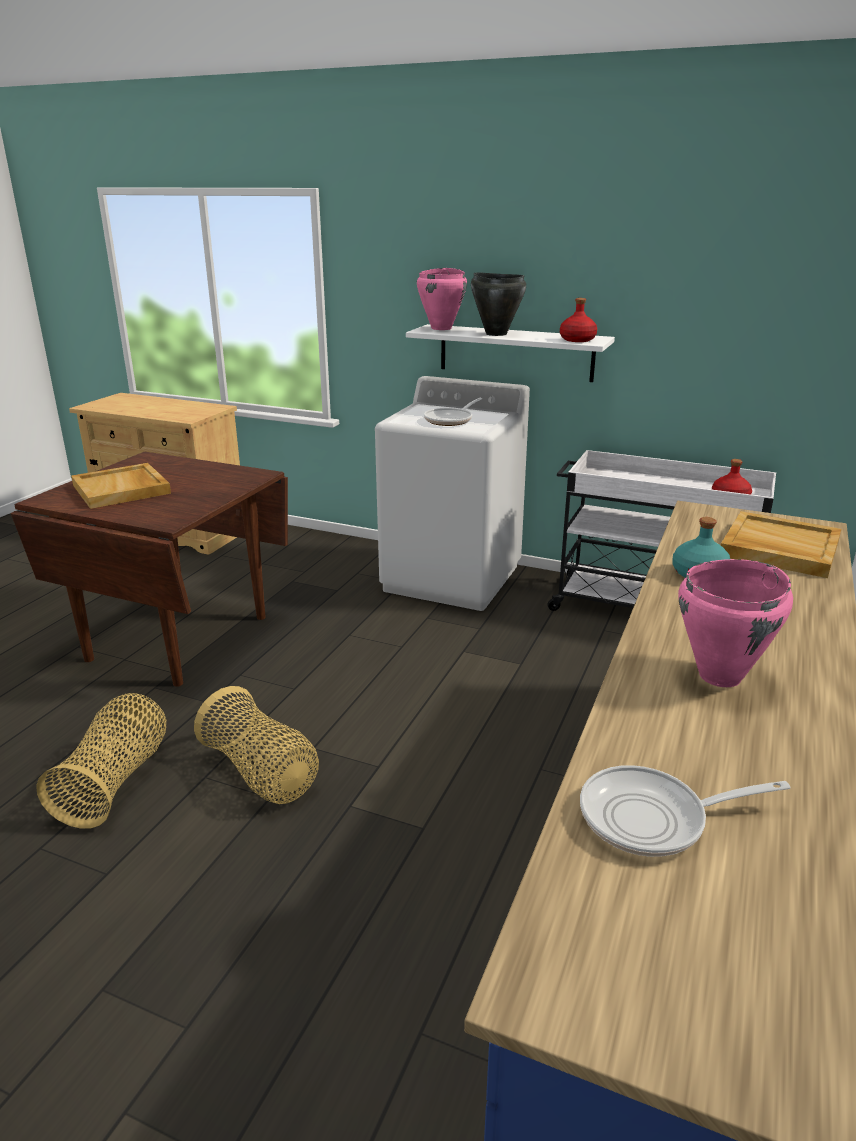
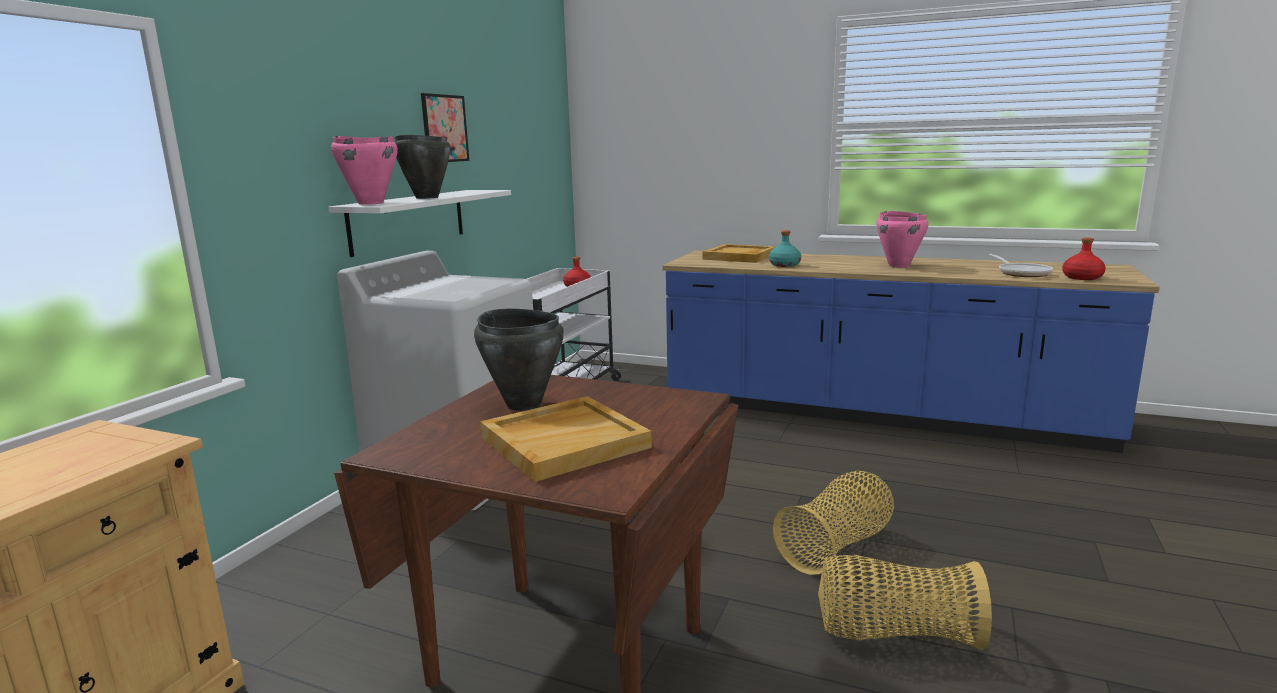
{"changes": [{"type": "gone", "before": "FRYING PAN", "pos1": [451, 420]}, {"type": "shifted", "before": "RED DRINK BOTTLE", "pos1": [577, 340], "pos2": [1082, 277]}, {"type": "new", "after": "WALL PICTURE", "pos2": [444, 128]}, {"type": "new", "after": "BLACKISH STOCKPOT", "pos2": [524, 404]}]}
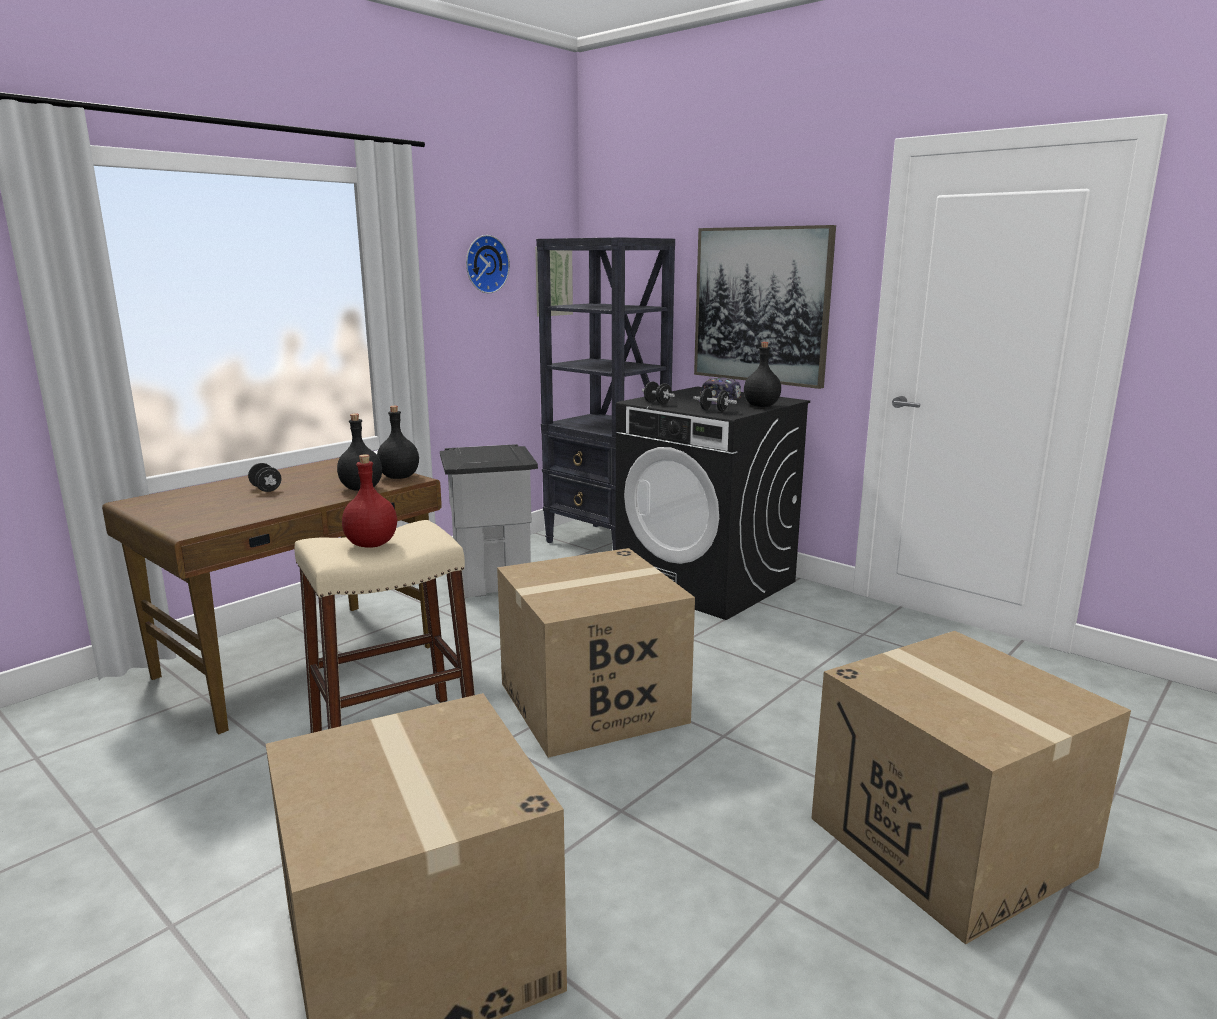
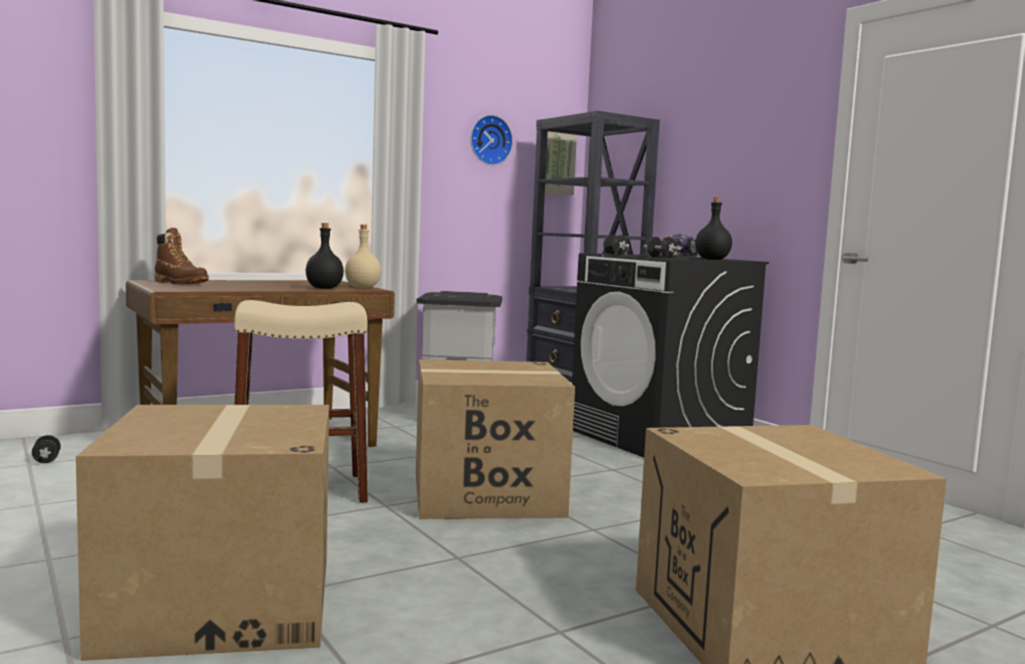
{"changes": [{"type": "shifted", "before": "BLACKISH DUMBBELL", "pos1": [266, 489], "pos2": [46, 460]}, {"type": "gone", "before": "RED DRINK BOTTLE", "pos1": [372, 544]}, {"type": "repainted", "before": "BLACKISH DRINK BOTTLE", "after": "SAND-COLOURED DRINK BOTTLE", "pos1": [398, 477], "pos2": [362, 287]}, {"type": "gone", "before": "WALL PICTURE", "pos1": [761, 305]}, {"type": "new", "after": "BROWN BOOT", "pos2": [181, 283]}]}
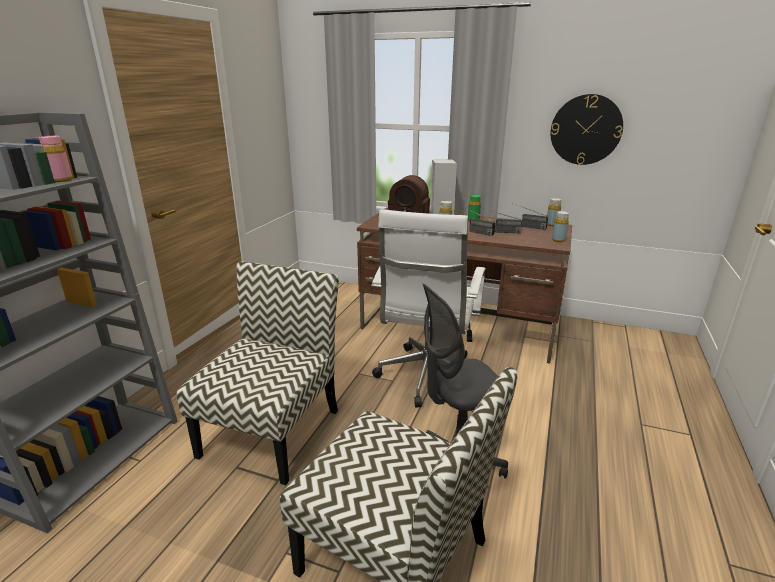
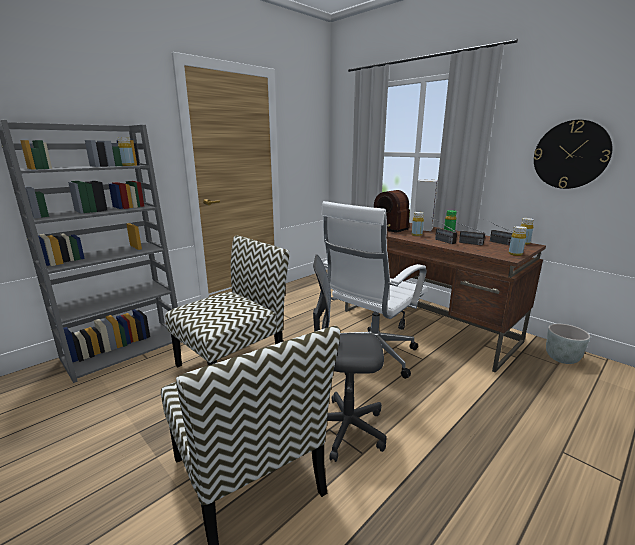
{"changes": [{"type": "repainted", "before": "PINKISH DRINK BOTTLE", "after": "YELLOW DRINK BOTTLE", "pos1": [61, 180], "pos2": [128, 165]}, {"type": "new", "after": "GREYISH PLANT POT", "pos2": [562, 359]}]}
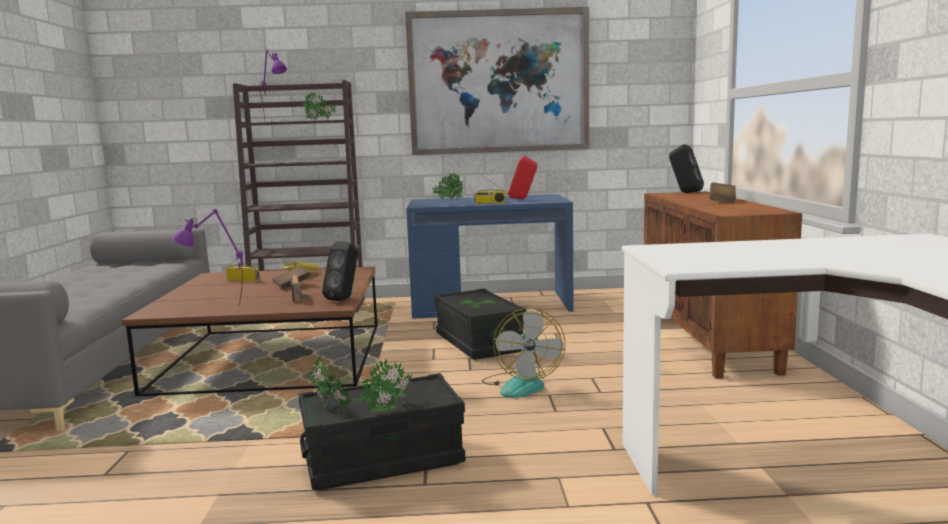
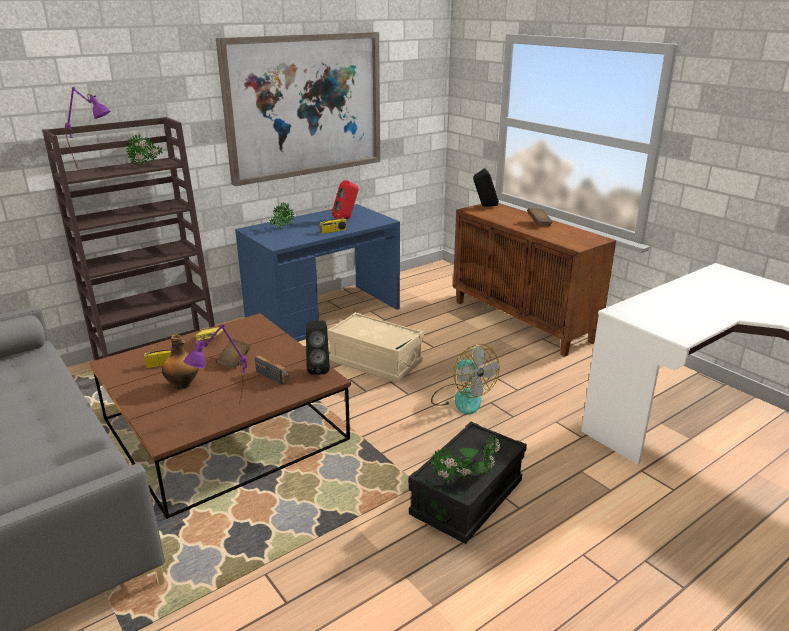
{"changes": [{"type": "repainted", "before": "BLACKISH STORAGE BIN", "after": "SAND-COLOURED STORAGE BIN", "pos1": [479, 342], "pos2": [375, 362]}, {"type": "new", "after": "DRINK BOTTLE", "pos2": [183, 385]}]}
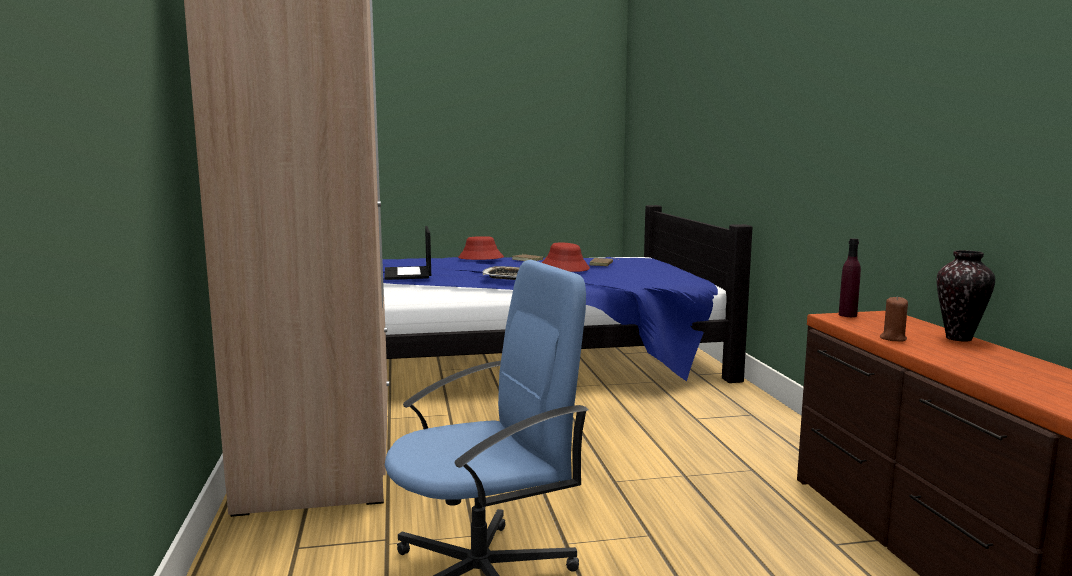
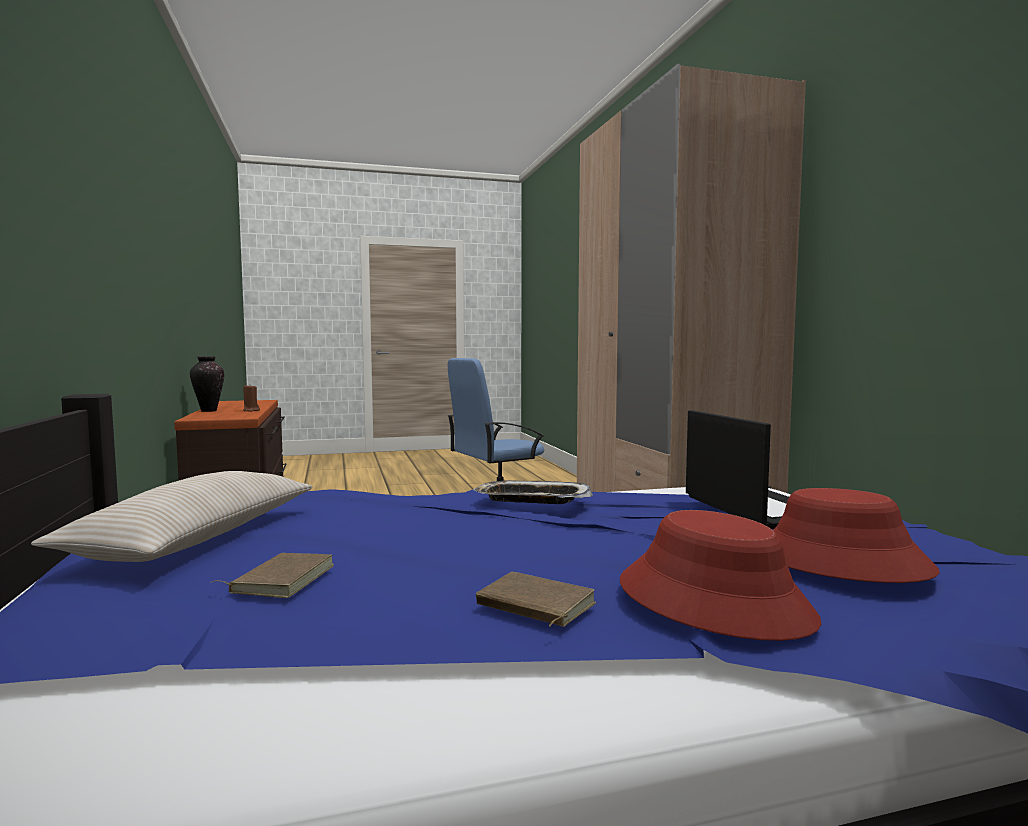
{"changes": [{"type": "shifted", "before": "RED CLOTHING HAT", "pos1": [565, 267], "pos2": [839, 562]}, {"type": "gone", "before": "PURPLISH DRINK BOTTLE", "pos1": [847, 315]}, {"type": "new", "after": "SAND-COLOURED CUSHION", "pos2": [196, 539]}]}
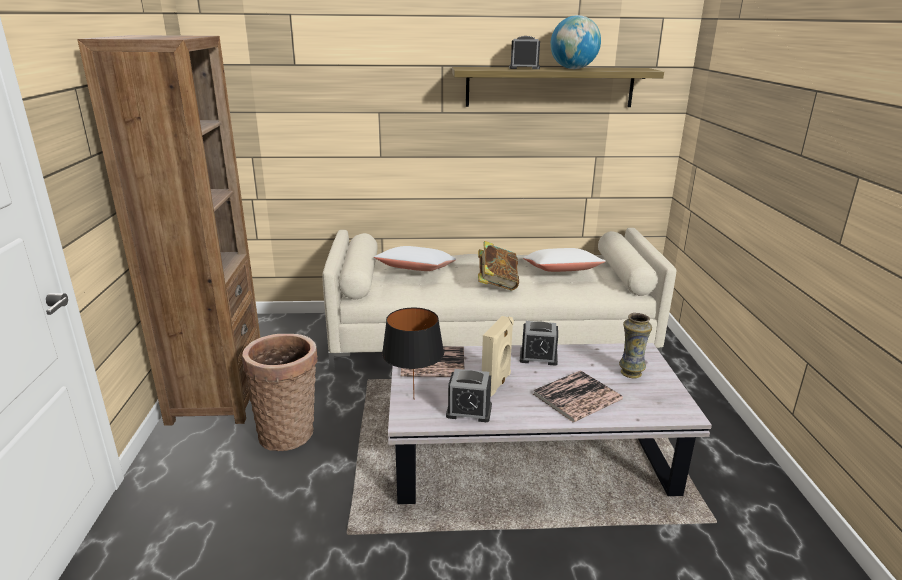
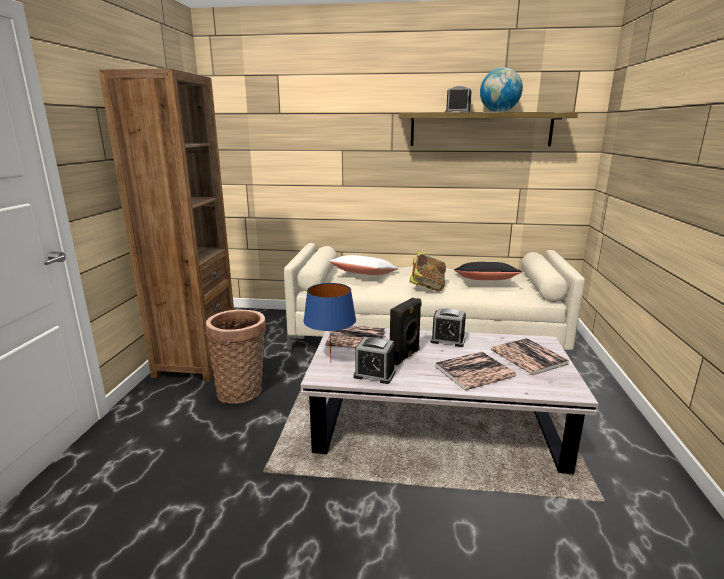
{"changes": [{"type": "repainted", "before": "BLACKISH LAMP FOR A TABLE", "after": "BLUE LAMP FOR A TABLE", "pos1": [413, 399], "pos2": [330, 362]}, {"type": "repainted", "before": "SAND-COLOURED SPEAKER", "after": "BLACKISH SPEAKER", "pos1": [497, 384], "pos2": [405, 356]}, {"type": "repainted", "before": "WHITE-COLOURED CUSHION", "after": "BLACKISH CUSHION", "pos1": [561, 272], "pos2": [485, 281]}, {"type": "swapped", "before": "DECORATIVE VASE", "after": "VOLUME", "pos1": [630, 372], "pos2": [528, 357]}]}
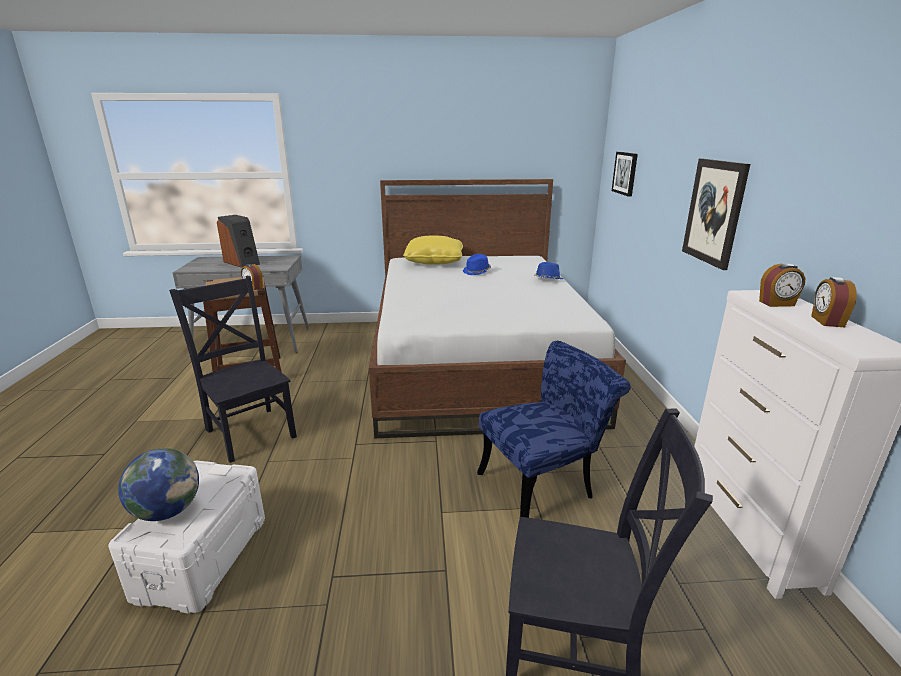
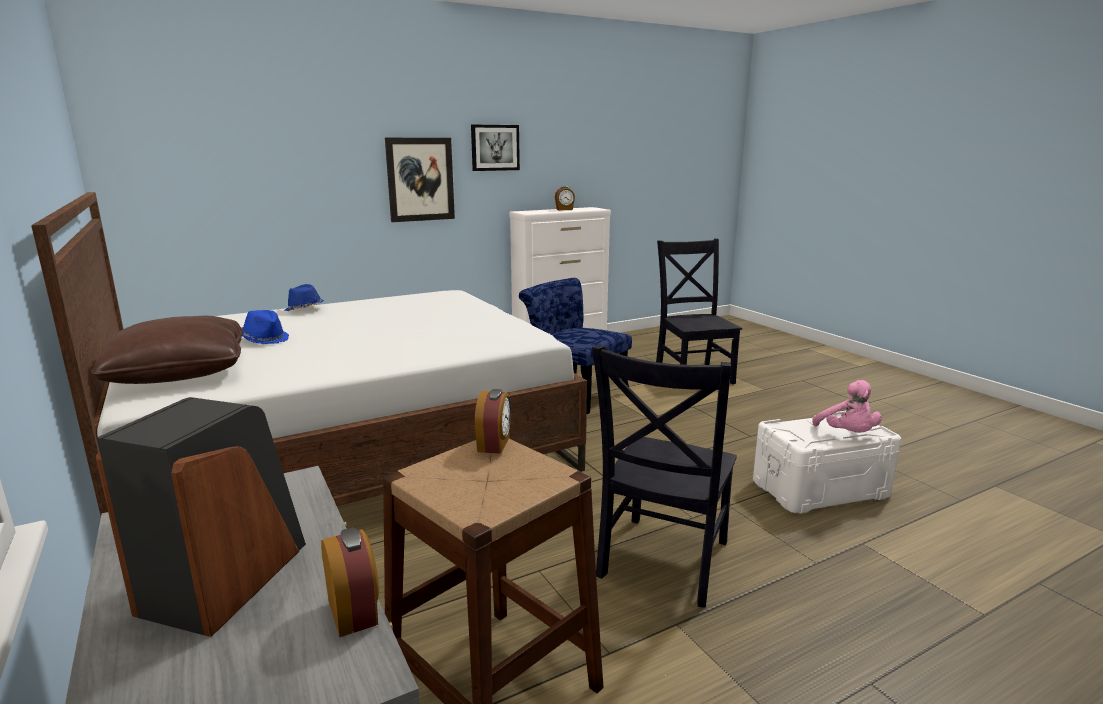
{"changes": [{"type": "swapped", "before": "DESK GLOBE", "after": "PINKISH SOFT TOY", "pos1": [167, 511], "pos2": [847, 434]}, {"type": "repainted", "before": "YELLOW CUSHION", "after": "BROWN CUSHION", "pos1": [434, 261], "pos2": [180, 372]}, {"type": "shifted", "before": "WALL PICTURE", "pos1": [625, 173], "pos2": [495, 147]}, {"type": "shifted", "before": "ALARM CLOCK", "pos1": [777, 304], "pos2": [354, 612]}]}
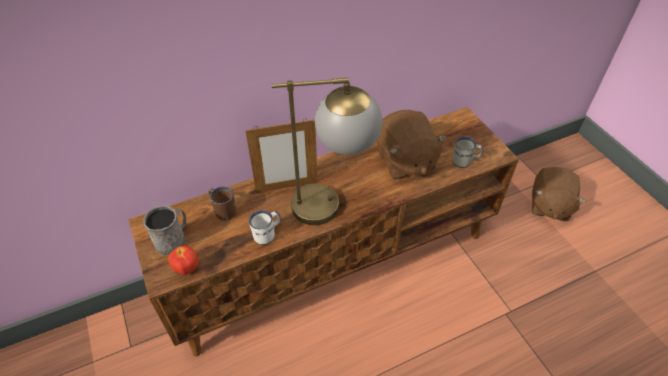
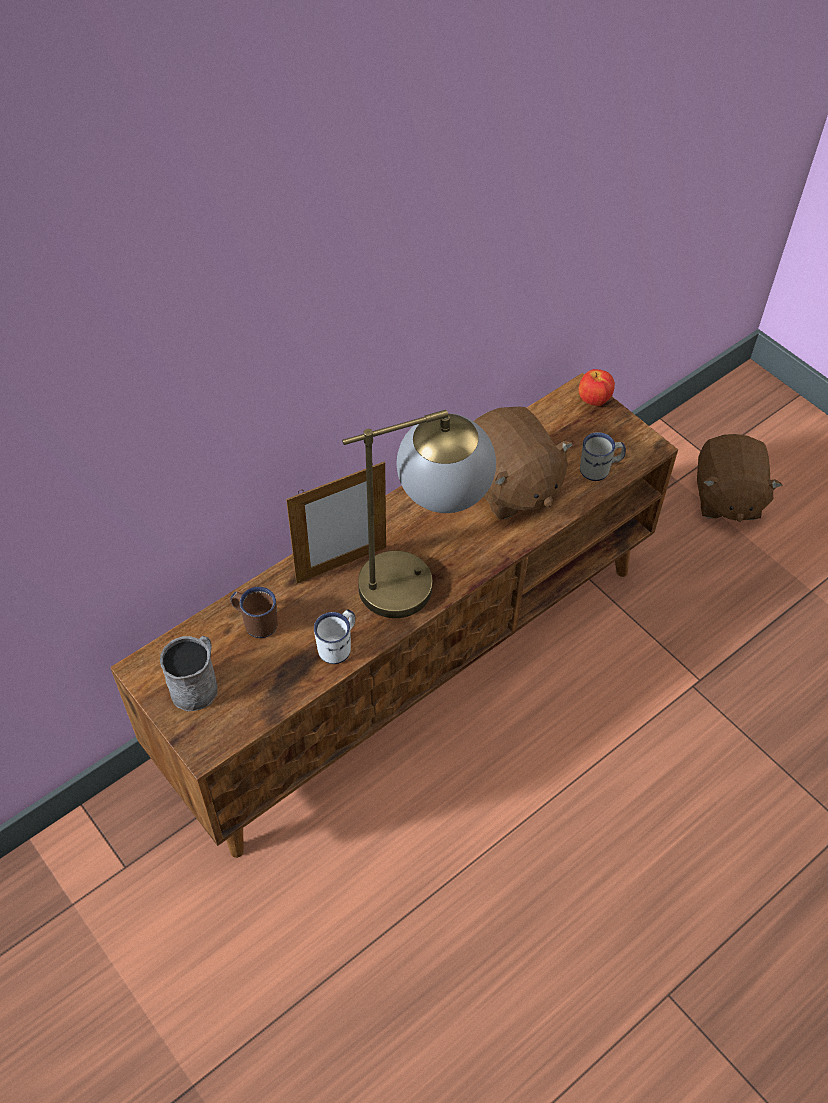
{"changes": [{"type": "shifted", "before": "WHOLE APPLE", "pos1": [186, 269], "pos2": [593, 401]}]}
